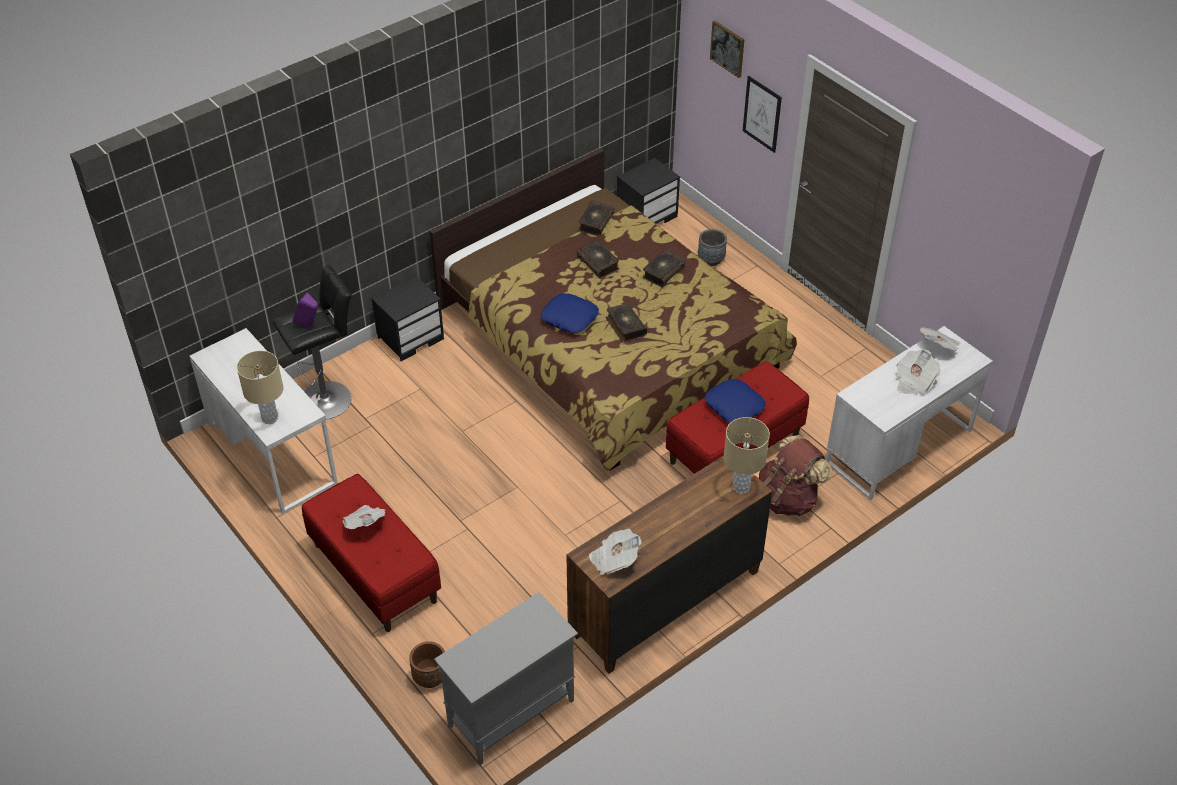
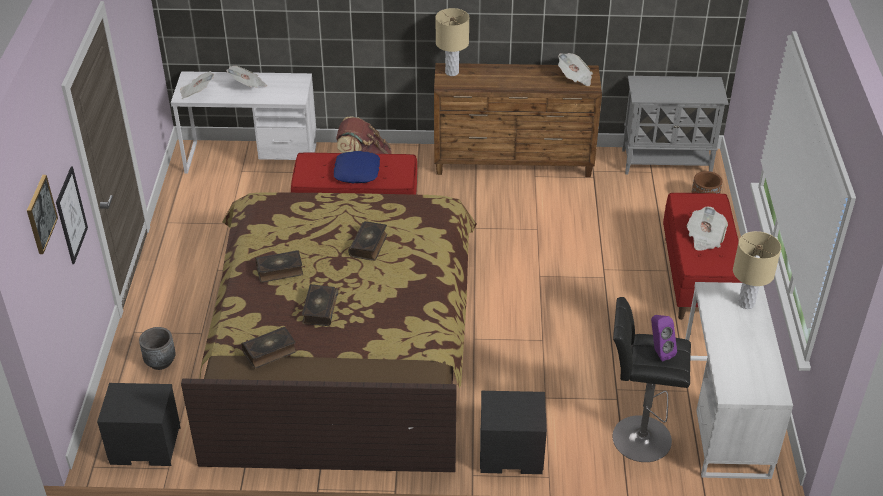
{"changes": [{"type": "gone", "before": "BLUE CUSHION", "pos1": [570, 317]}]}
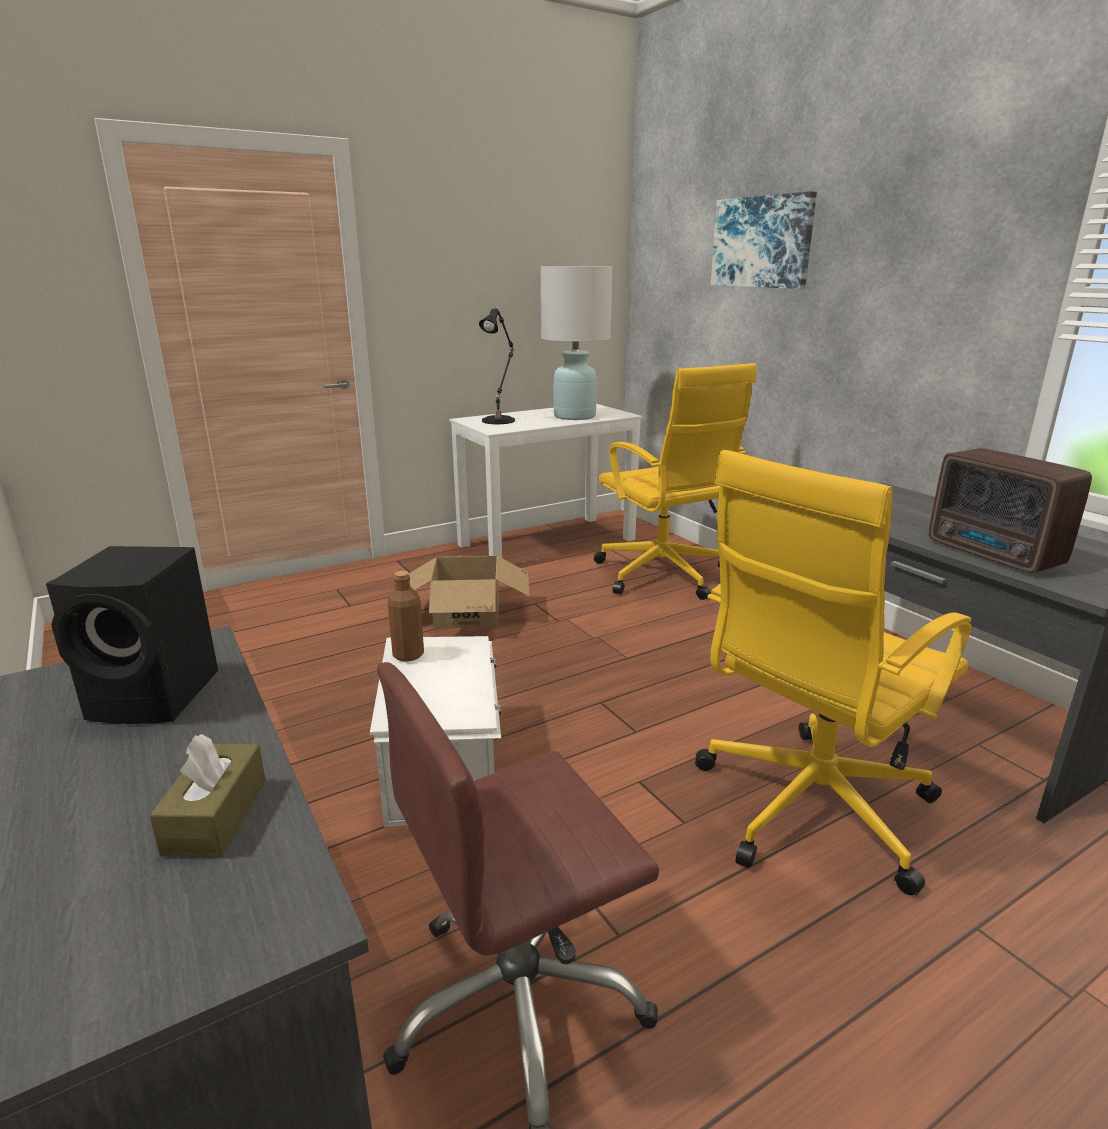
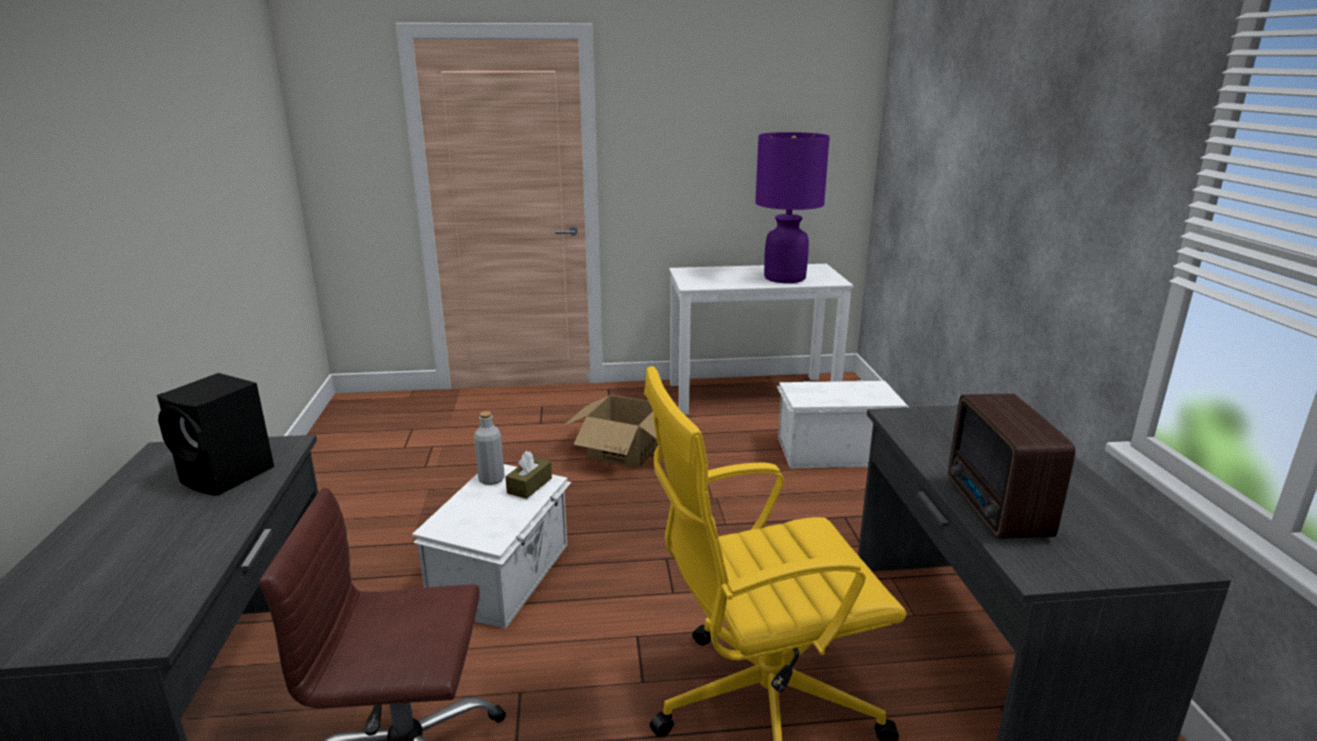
{"changes": [{"type": "shifted", "before": "BROWN TISSUE HOLDER", "pos1": [216, 816], "pos2": [529, 485]}, {"type": "repainted", "before": "BROWN DRINK BOTTLE", "after": "GREYISH DRINK BOTTLE", "pos1": [408, 655], "pos2": [491, 479]}, {"type": "gone", "before": "BLACKISH LAMP FOR A TABLE", "pos1": [500, 420]}, {"type": "repainted", "before": "WHITE-COLOURED LAMP FOR A TABLE", "after": "PURPLISH LAMP FOR A TABLE", "pos1": [574, 416], "pos2": [784, 278]}, {"type": "swapped", "before": "YELLOW DESK CHAIR", "after": "WHITE-COLOURED STORAGE BIN", "pos1": [663, 576], "pos2": [834, 451]}, {"type": "gone", "before": "WALL PICTURE", "pos1": [762, 242]}]}
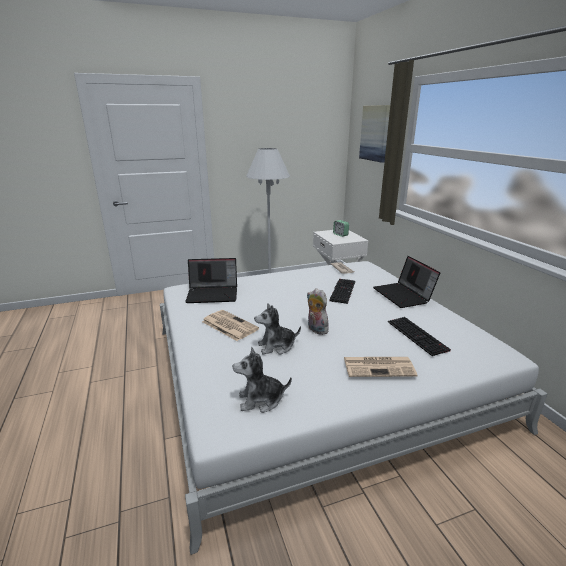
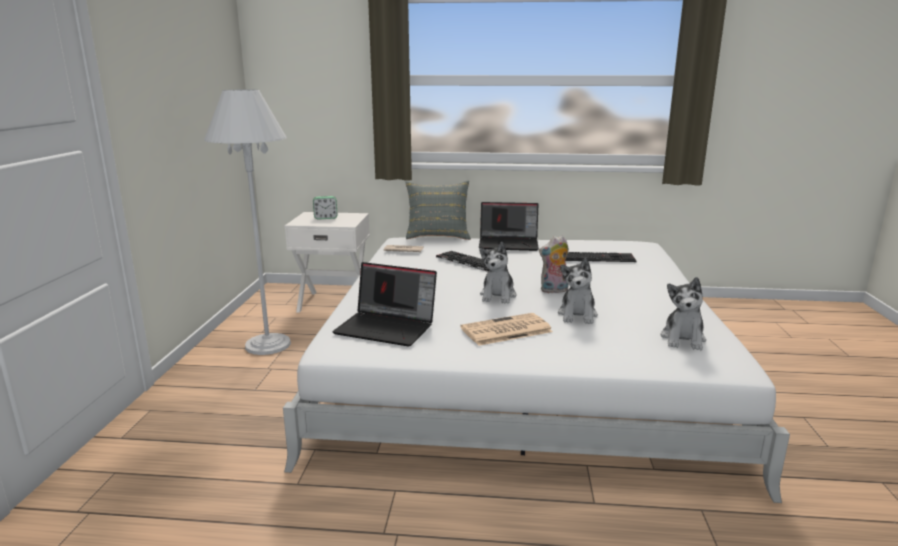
{"changes": [{"type": "rotated", "before": "PORTABLE COMPUTER", "pos1": [213, 294], "pos2": [387, 327], "turn": 90}, {"type": "gone", "before": "DAILY PAPER", "pos1": [379, 367]}, {"type": "gone", "before": "WALL PICTURE", "pos1": [375, 133]}, {"type": "new", "after": "GREYISH CUSHION", "pos2": [438, 235]}, {"type": "new", "after": "SOFT TOY", "pos2": [498, 295]}]}
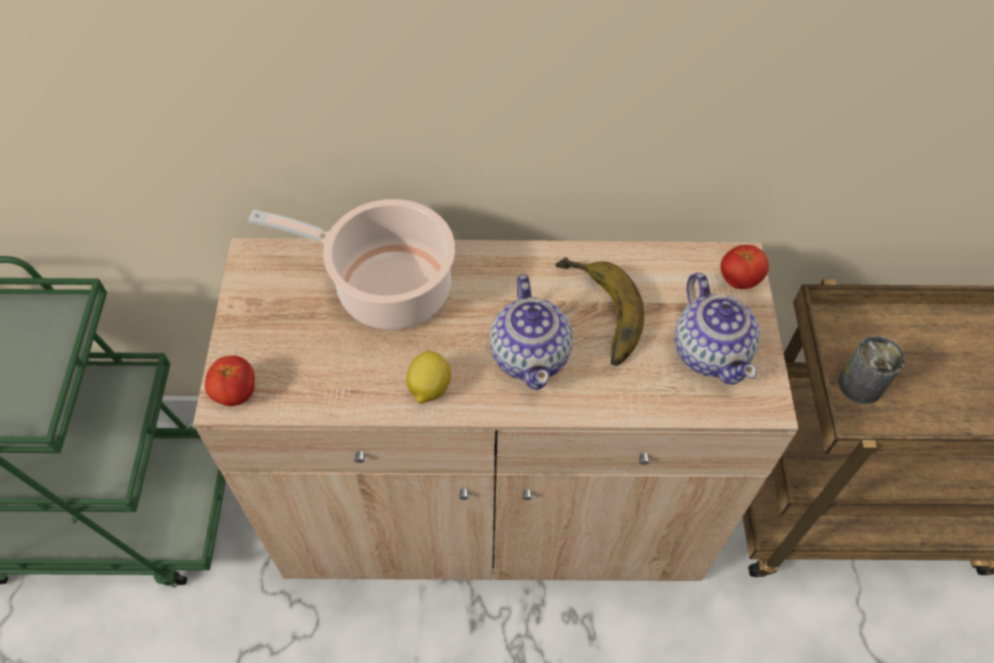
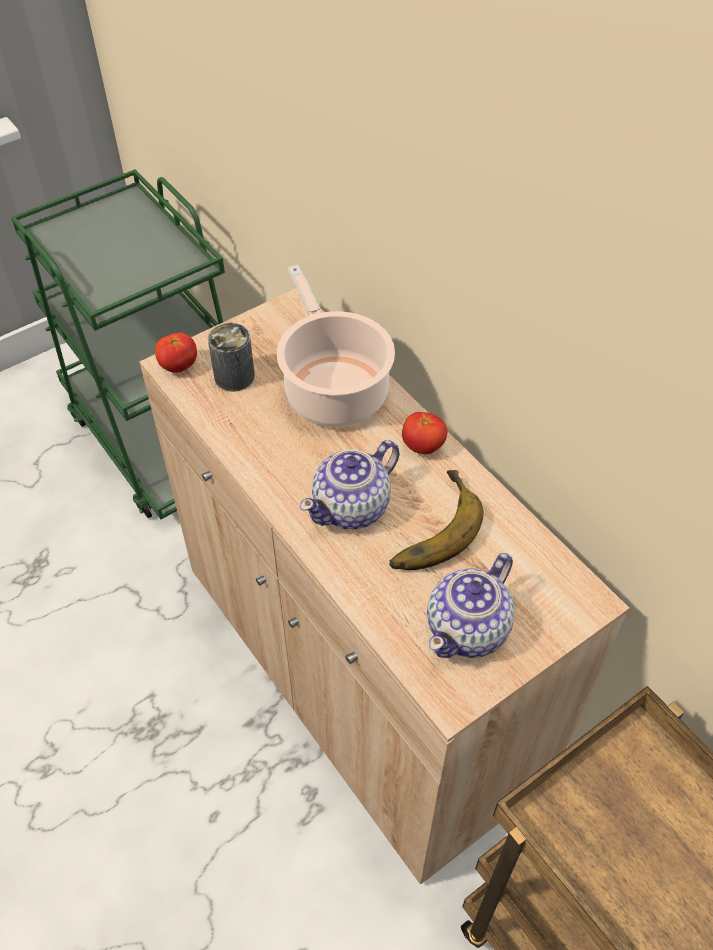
{"changes": [{"type": "gone", "before": "LEMON", "pos1": [428, 388]}, {"type": "shifted", "before": "FRESH TOMATO", "pos1": [739, 280], "pos2": [423, 446]}, {"type": "shifted", "before": "METAL CAN", "pos1": [860, 385], "pos2": [234, 376]}]}
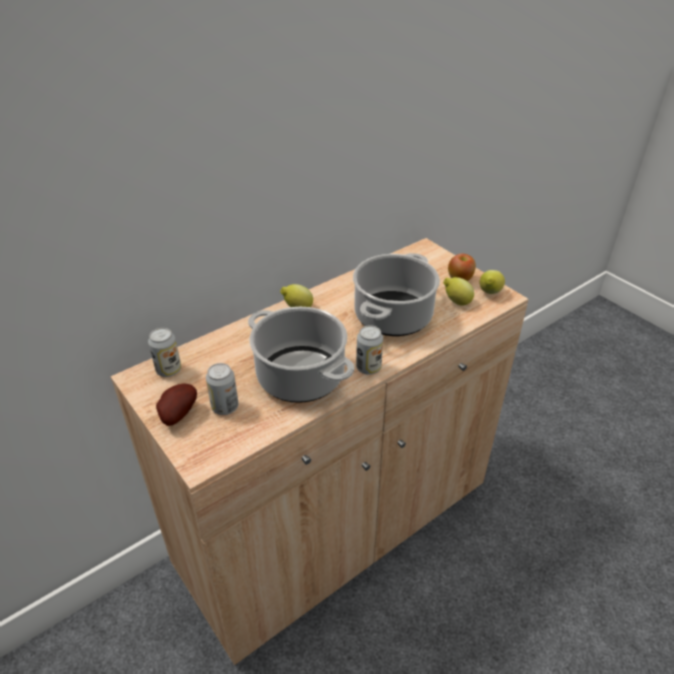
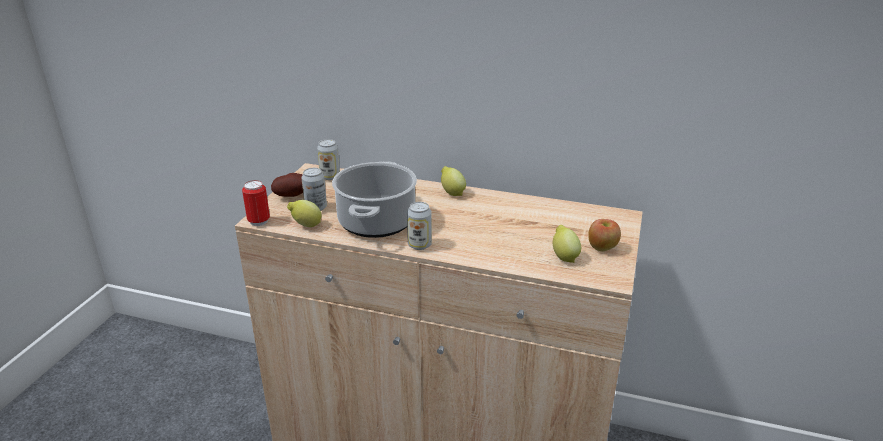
{"changes": [{"type": "gone", "before": "STOCKPOT", "pos1": [393, 317]}, {"type": "shifted", "before": "LEMON", "pos1": [489, 293], "pos2": [306, 225]}, {"type": "new", "after": "METAL CAN", "pos2": [259, 221]}]}
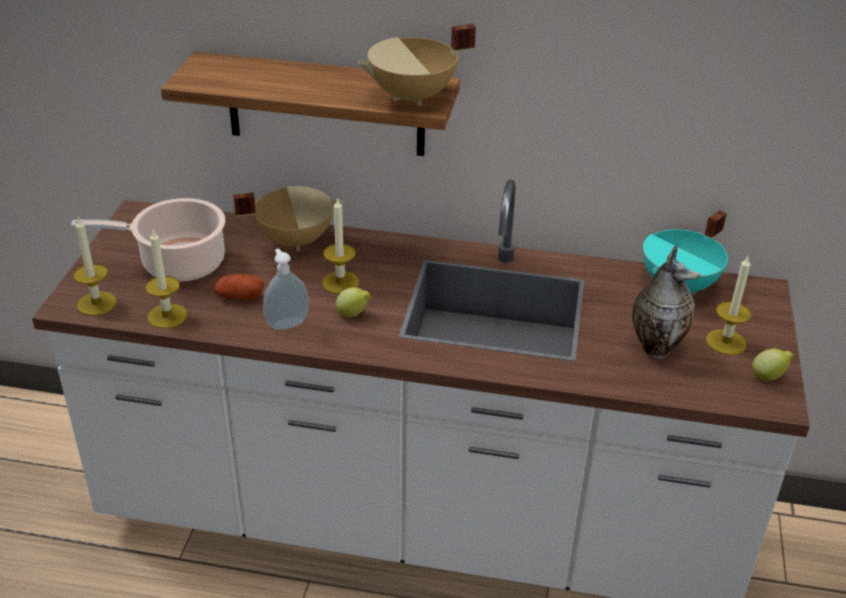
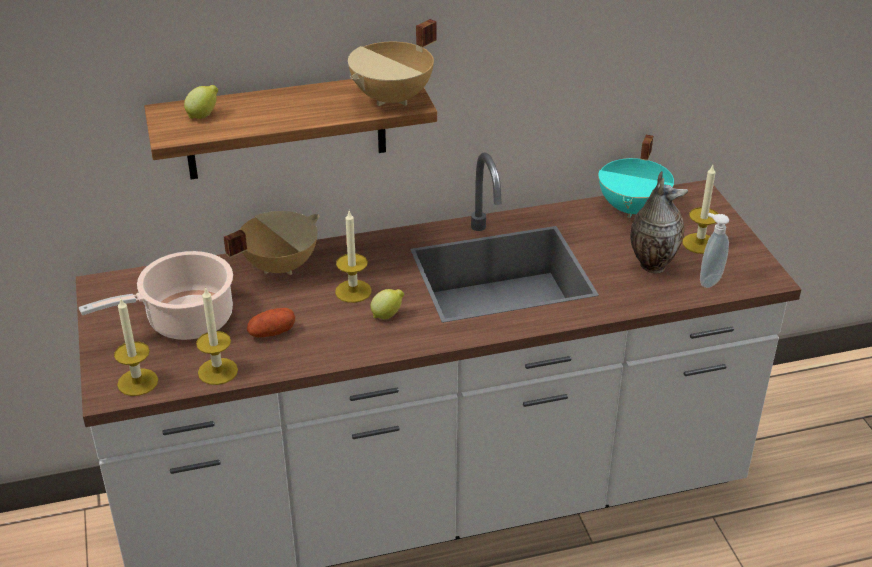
{"changes": [{"type": "shifted", "before": "SOAP BOTTLE", "pos1": [286, 323], "pos2": [708, 280]}, {"type": "shifted", "before": "LEMON", "pos1": [768, 376], "pos2": [203, 115]}]}
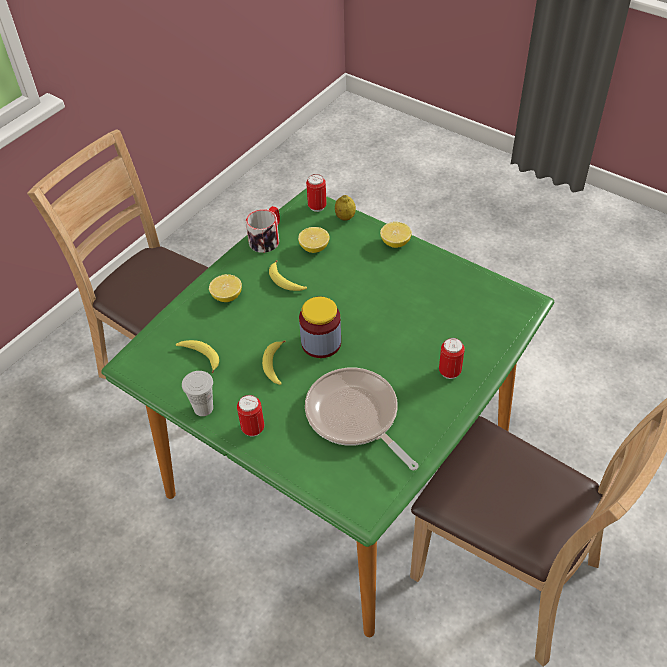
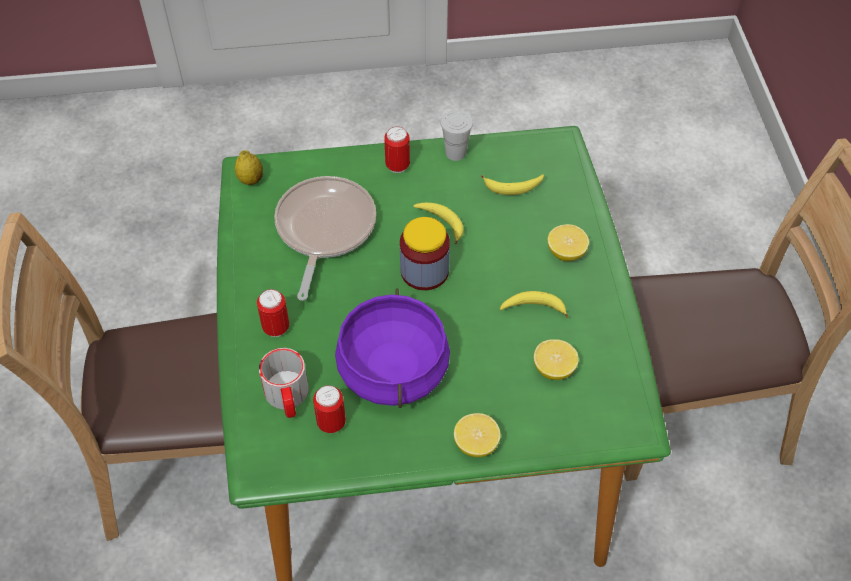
{"changes": [{"type": "shifted", "before": "MUG", "pos1": [267, 238], "pos2": [287, 397]}, {"type": "rotated", "before": "FRYING PAN", "pos1": [355, 417], "pos2": [324, 230], "turn": -90}, {"type": "shifted", "before": "METAL CAN", "pos1": [317, 207], "pos2": [331, 423]}, {"type": "shifted", "before": "LEMON", "pos1": [345, 217], "pos2": [250, 180]}, {"type": "new", "after": "PURPLISH STOCKPOT", "pos2": [394, 369]}]}
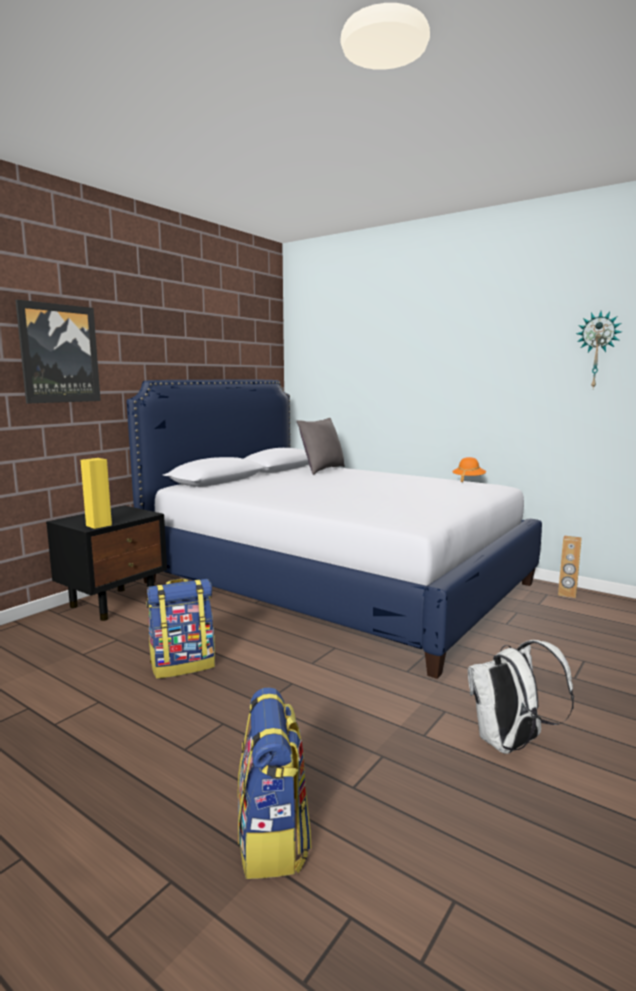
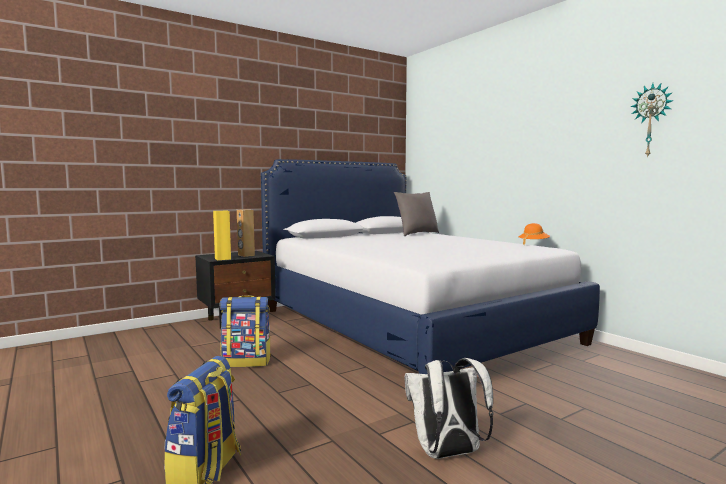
{"changes": [{"type": "gone", "before": "WALL PICTURE", "pos1": [59, 354]}, {"type": "shifted", "before": "BROWN SPEAKER", "pos1": [567, 594], "pos2": [246, 255]}]}
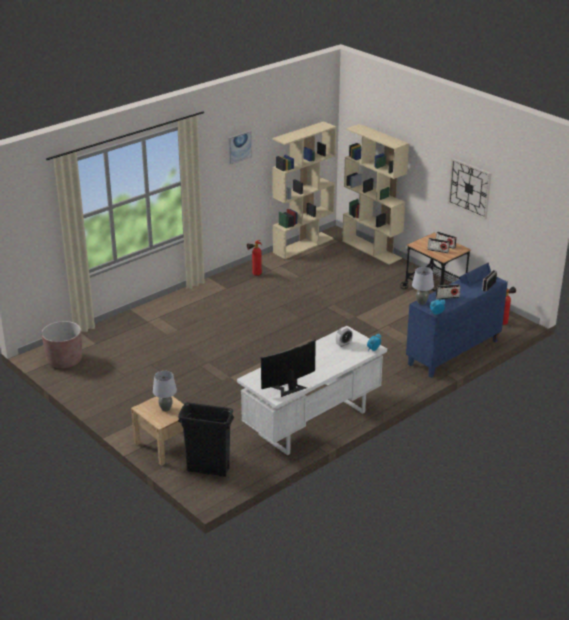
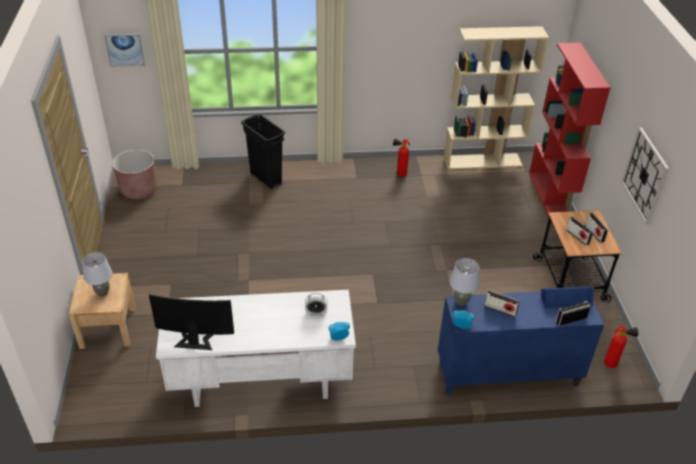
{"changes": [{"type": "shifted", "before": "BLACKISH RUBBISH BIN", "pos1": [208, 469], "pos2": [265, 178]}, {"type": "shifted", "before": "WALL PICTURE", "pos1": [239, 147], "pos2": [125, 49]}, {"type": "repainted", "before": "SAND-COLOURED BOOKSHELF", "after": "RED BOOKSHELF", "pos1": [372, 250], "pos2": [551, 196]}]}
